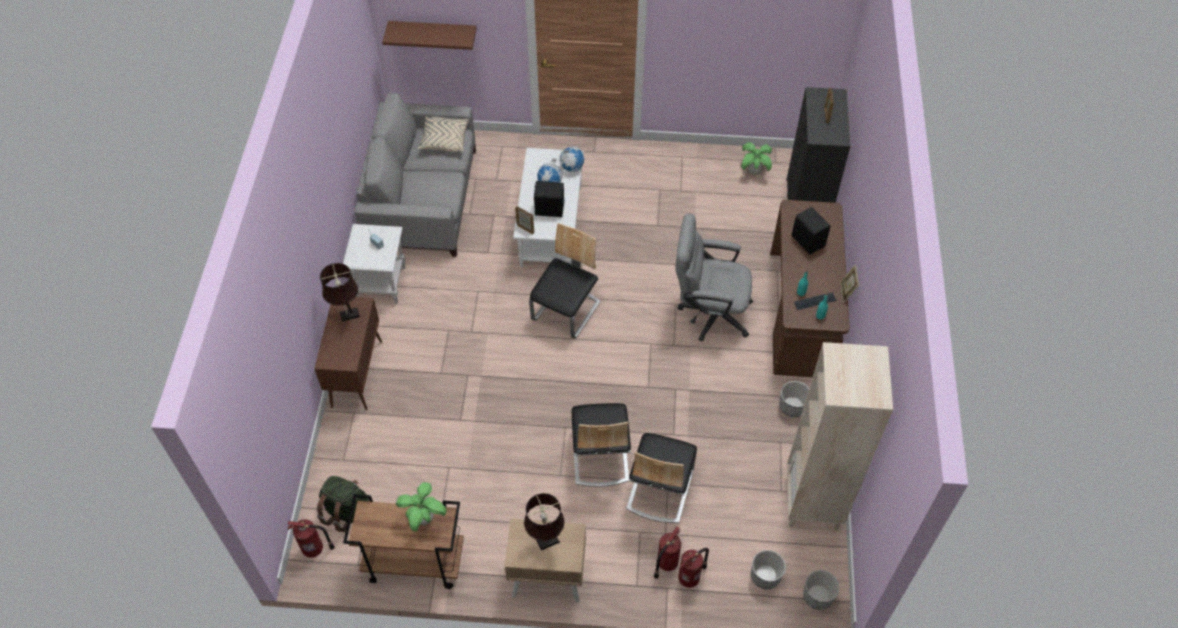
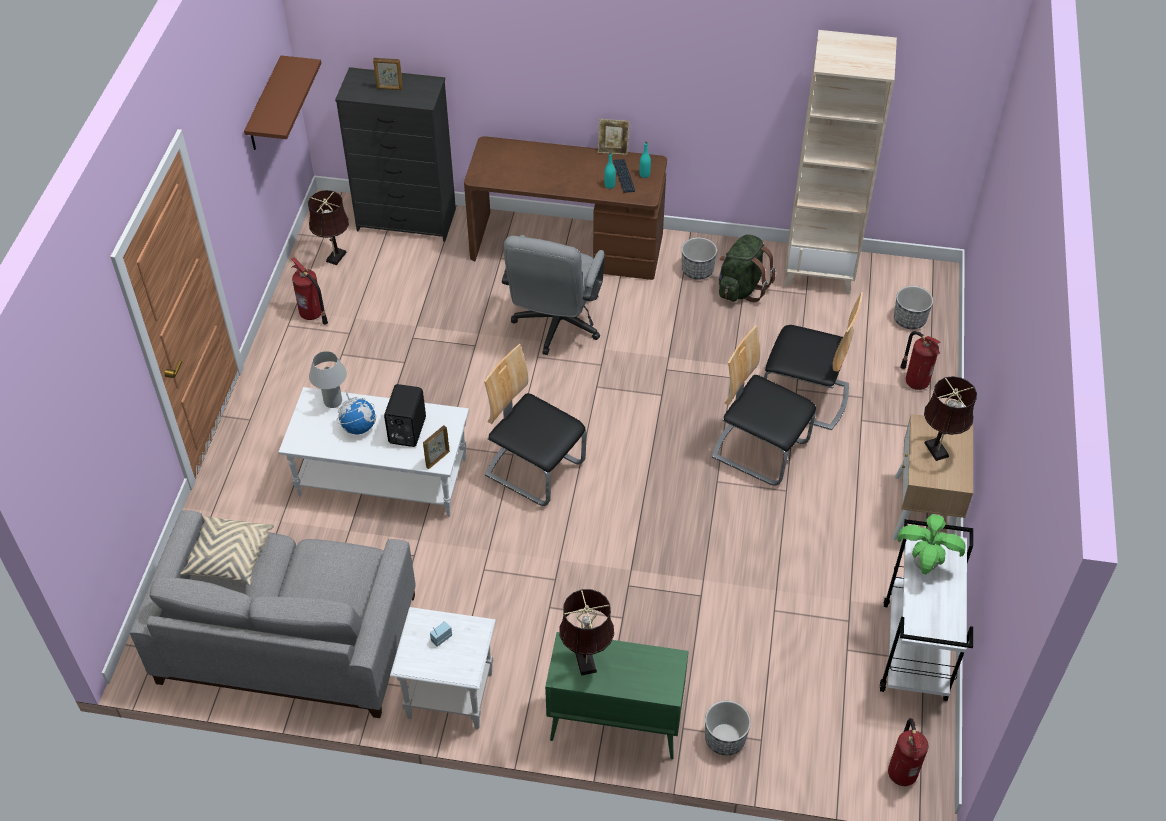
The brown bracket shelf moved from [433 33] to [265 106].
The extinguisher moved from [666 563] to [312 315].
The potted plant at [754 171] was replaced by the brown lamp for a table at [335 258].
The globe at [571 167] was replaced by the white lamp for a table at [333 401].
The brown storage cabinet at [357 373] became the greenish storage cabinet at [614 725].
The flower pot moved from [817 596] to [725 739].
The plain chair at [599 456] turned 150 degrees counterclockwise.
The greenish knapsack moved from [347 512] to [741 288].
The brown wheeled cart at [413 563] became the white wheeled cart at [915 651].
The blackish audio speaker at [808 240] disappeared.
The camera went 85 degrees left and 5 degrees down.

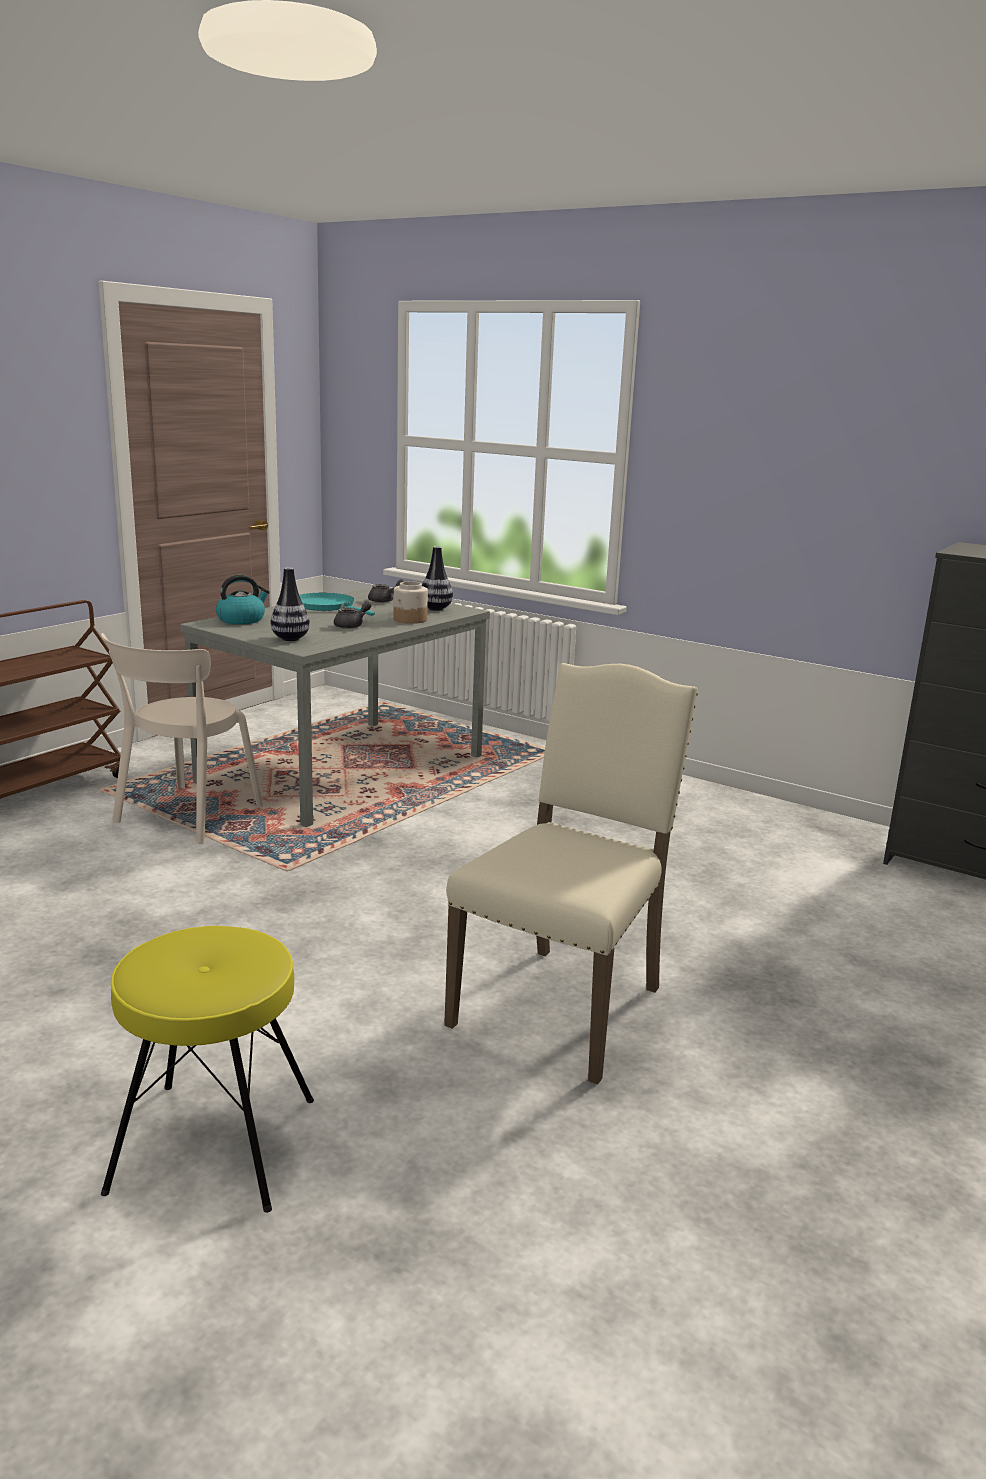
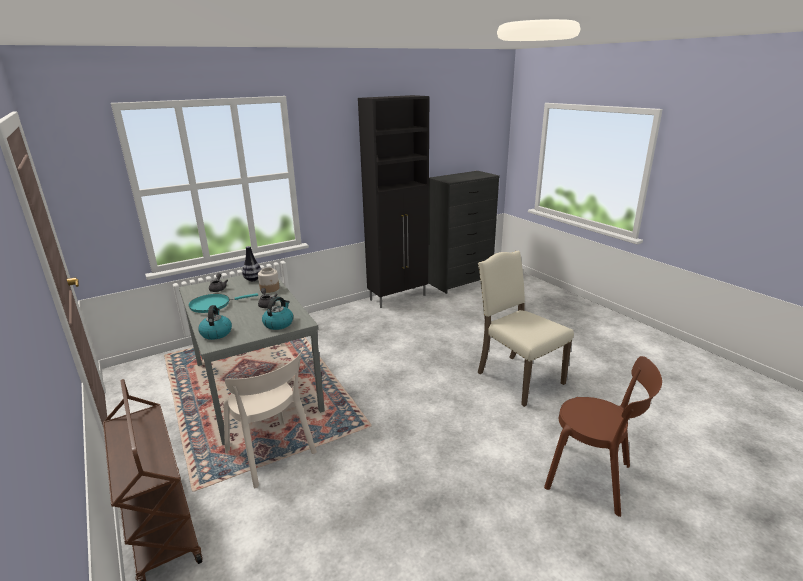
The flower vase at [290 639] was replaced by the water kettle at [278 323].
The blackish storage cabinet at [398 297] appeared.
The yellow stool at [212 1145] was replaced by the brown plain chair at [593 478].
The camera went 65 degrees left and 5 degrees up.

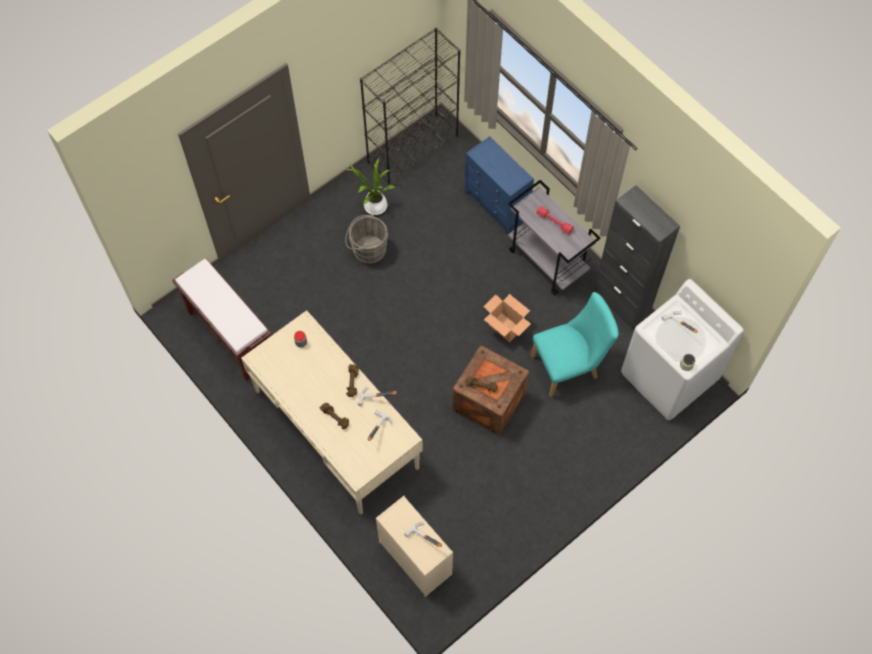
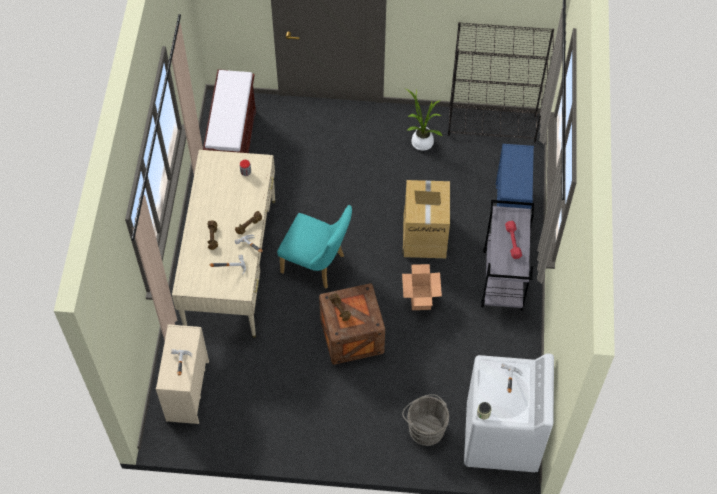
The turquoise plain chair moved from [569 366] to [317 265].
The gray water bucket moved from [367 249] to [425 428].
The cardboard box at [425 234] appeared.
The blackish storage cabinet at [621 302] disappeared.
The camera went 45 degrees right and 5 degrees down.

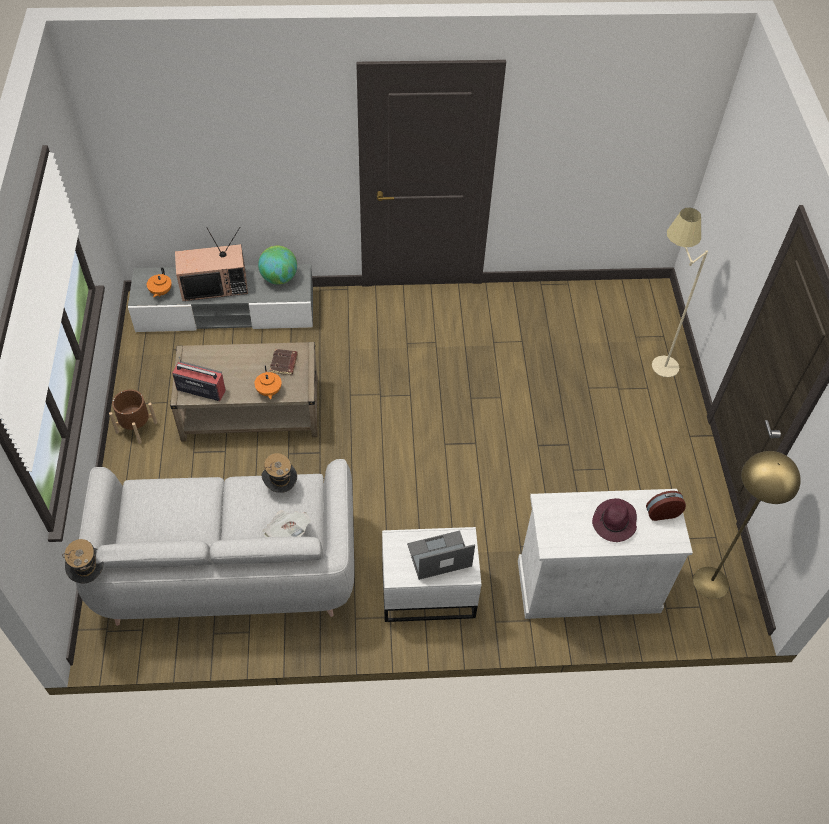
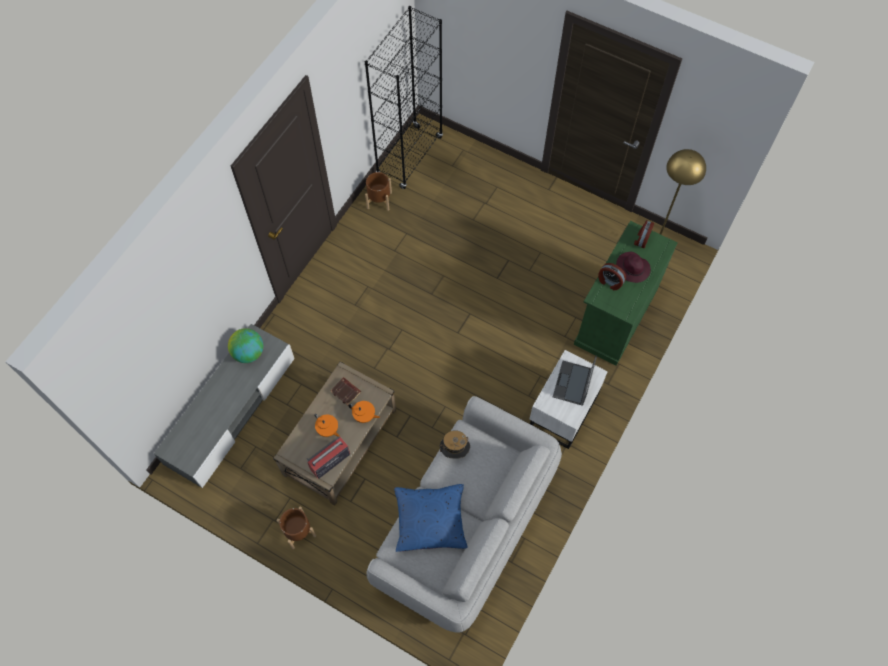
The orangey pot for tea moved from [160 292] to [328 429].
The blackish bookshelf at [410 157] appeared.
The brown flower pot at [379 200] appeared.
The bluish throw pillow at [430 520] appeared.
The white storage cabinet at [588 585] became the greenish storage cabinet at [615 316].
The table clock at [609 282] appeared.
The wearable hat at [89 574] disappeared.
The TV at [215 285] disappeared.
The newspaper at [287 532] disappeared.
The sand-coloured floor lamp at [653 361] disappeared.
The camera went 55 degrees left and 10 degrees up.

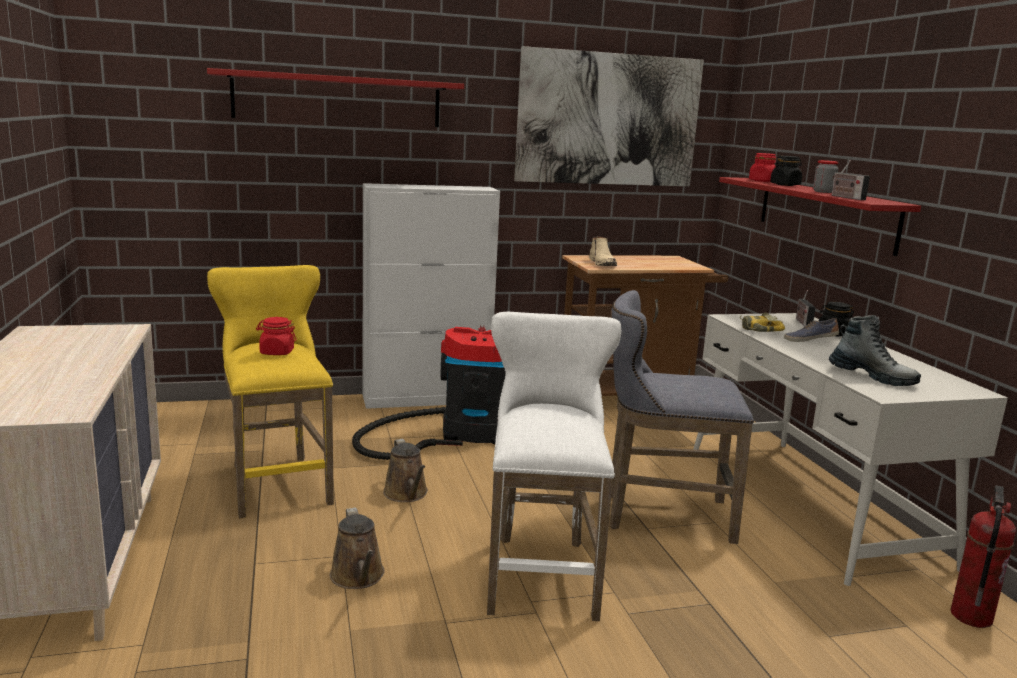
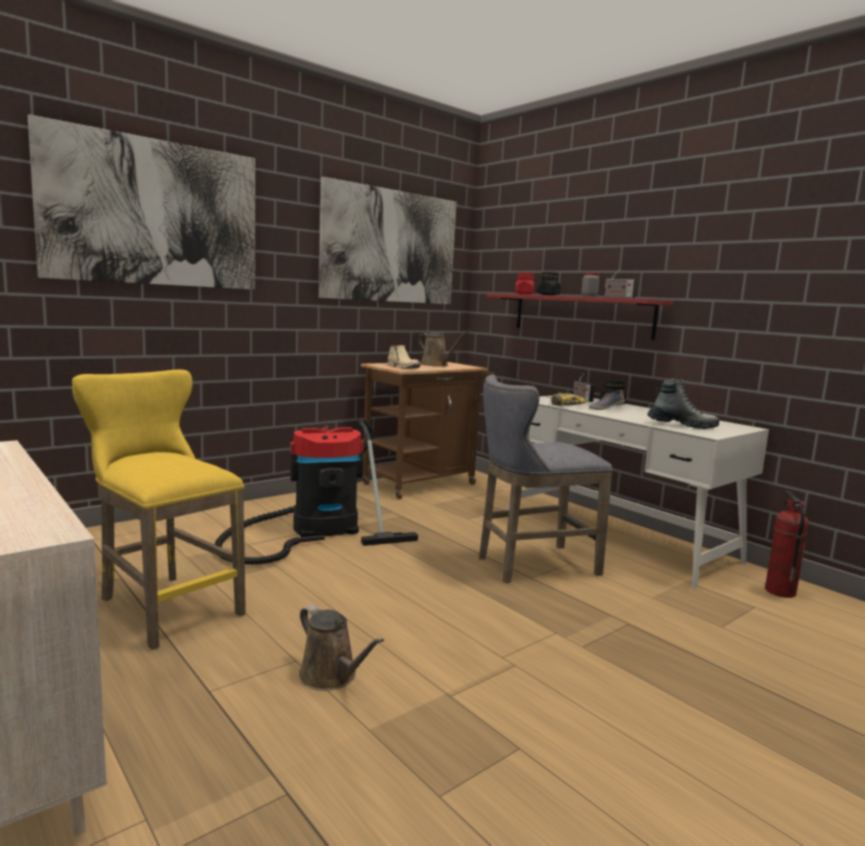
The red bracket shelf at [338 100] was replaced by the wall picture at [154 213].
The brown watering can moved from [407 494] to [436 365].
The red preserve jar at [276 352] disappeared.
The white storage cabinet at [427 399] disappeared.
The white stool at [542 571] disappeared.
The camera went 25 degrees left and 5 degrees down.

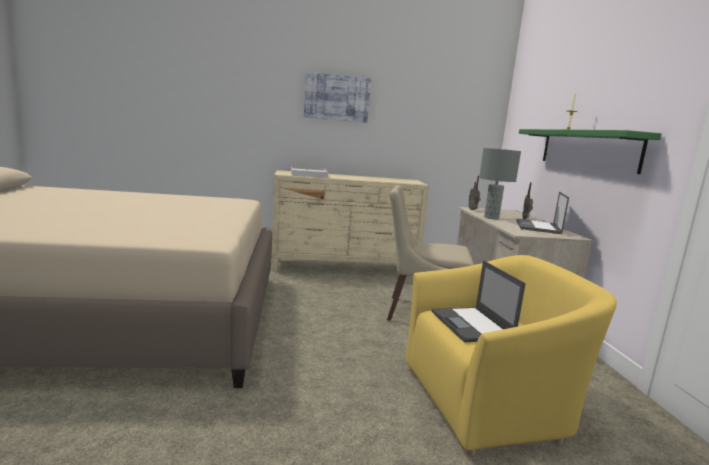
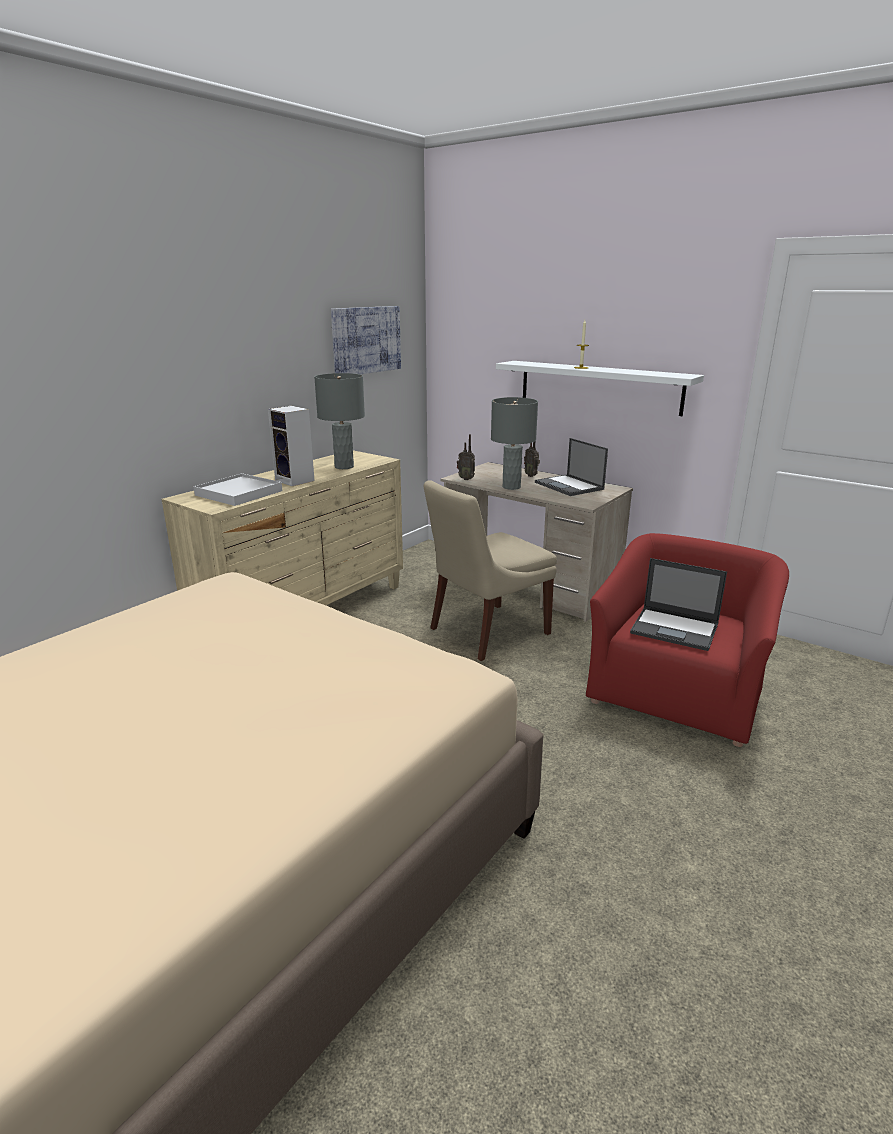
The audio speaker at [296 481] appeared.
The gray lamp for a table at [344 467] appeared.
The wall picture moved from [337 97] to [366 340].
The greenish bracket shelf at [587 149] became the white bracket shelf at [599 387].
The yellow lounge chair at [488 401] became the red lounge chair at [676 692].
The camera went 45 degrees left and 10 degrees up.

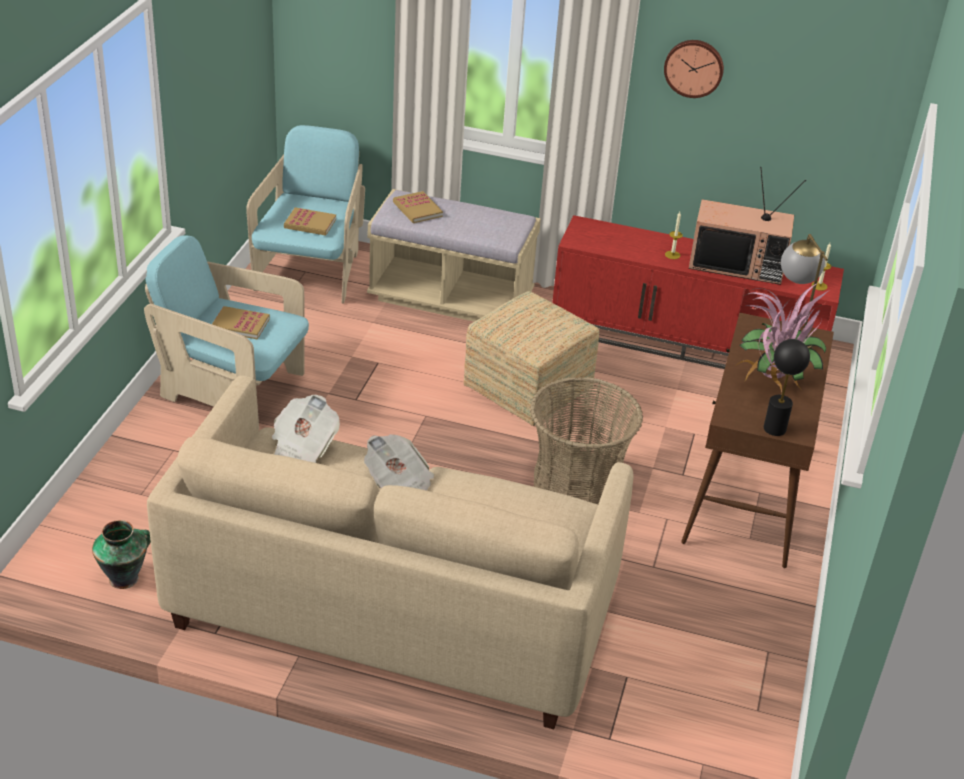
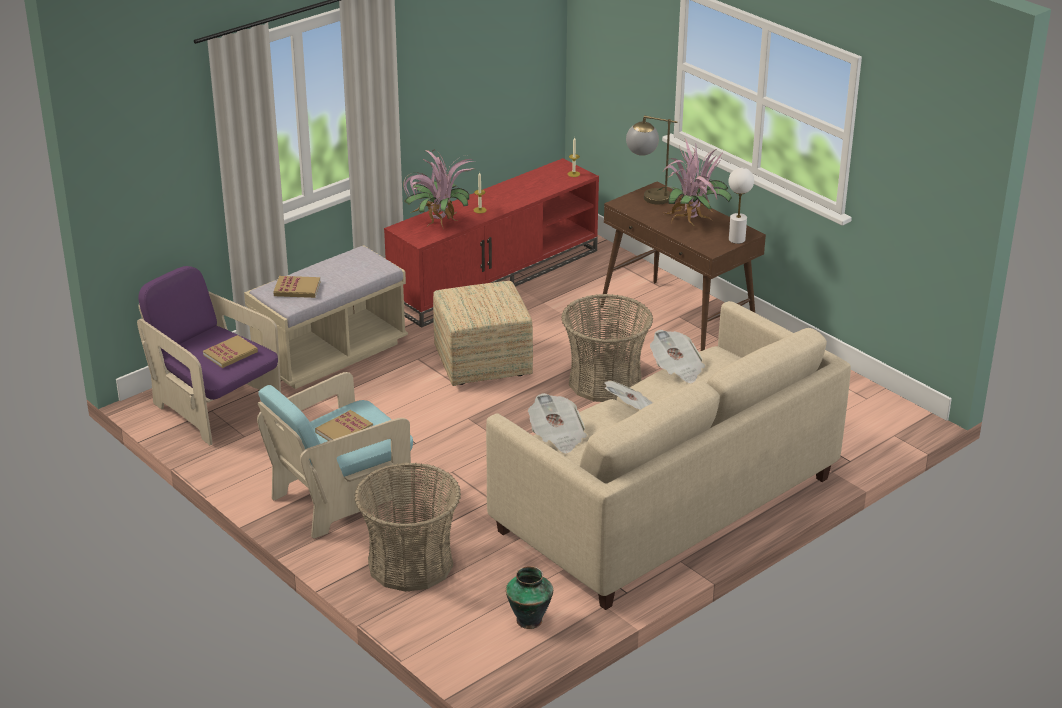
The turquoise lounge chair at [311 271] became the purple-coloured lounge chair at [215 408].
The basket at [410 564] appeared.
The potted plant at [438 224] appeared.
The newspaper at [677 369] appeared.
The blackish lamp for a table at [774 428] became the white lamp for a table at [736 239].
The wall clock at [694 67] disappeared.
The TV at [738 264] disappeared.
The camera went 55 degrees left and 5 degrees down.

